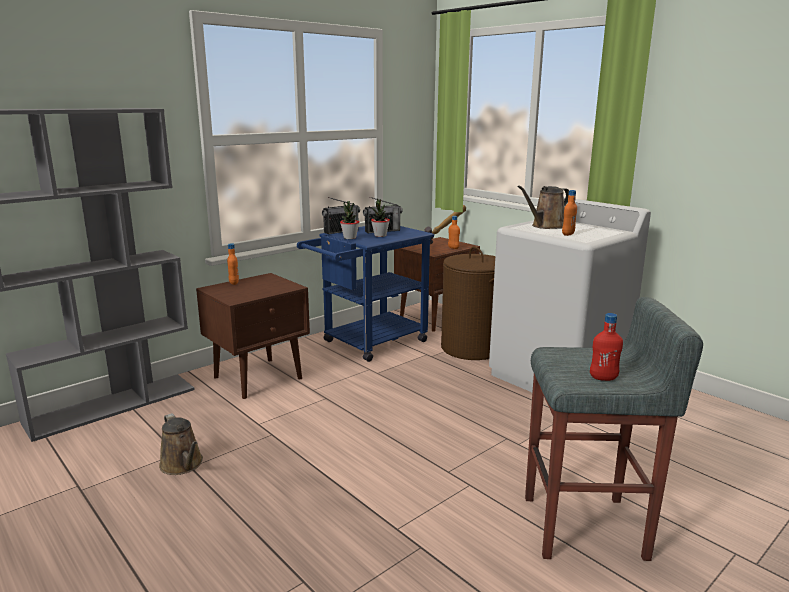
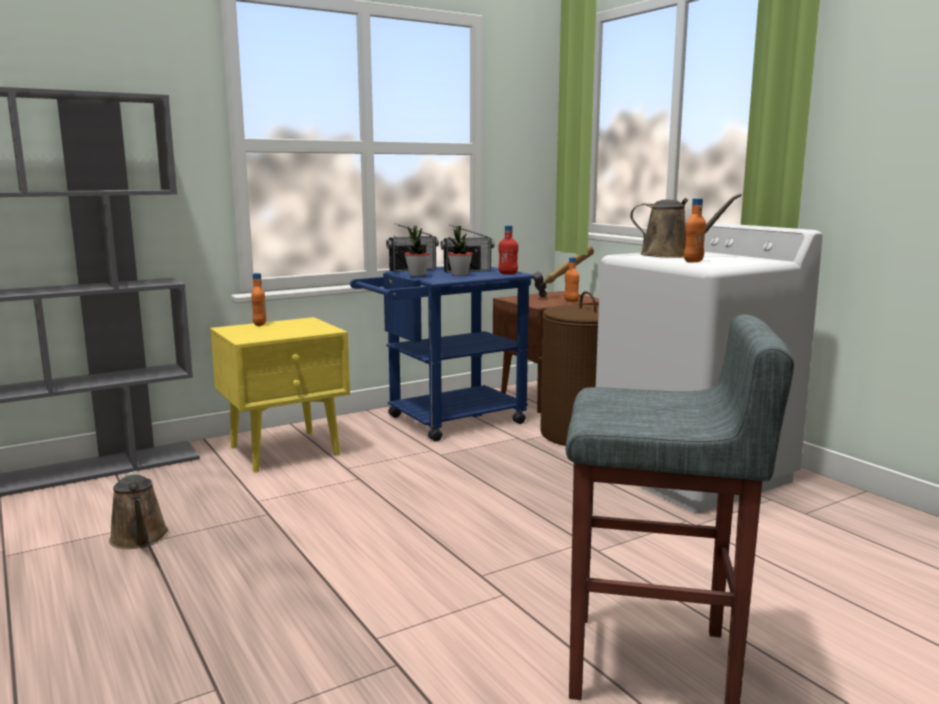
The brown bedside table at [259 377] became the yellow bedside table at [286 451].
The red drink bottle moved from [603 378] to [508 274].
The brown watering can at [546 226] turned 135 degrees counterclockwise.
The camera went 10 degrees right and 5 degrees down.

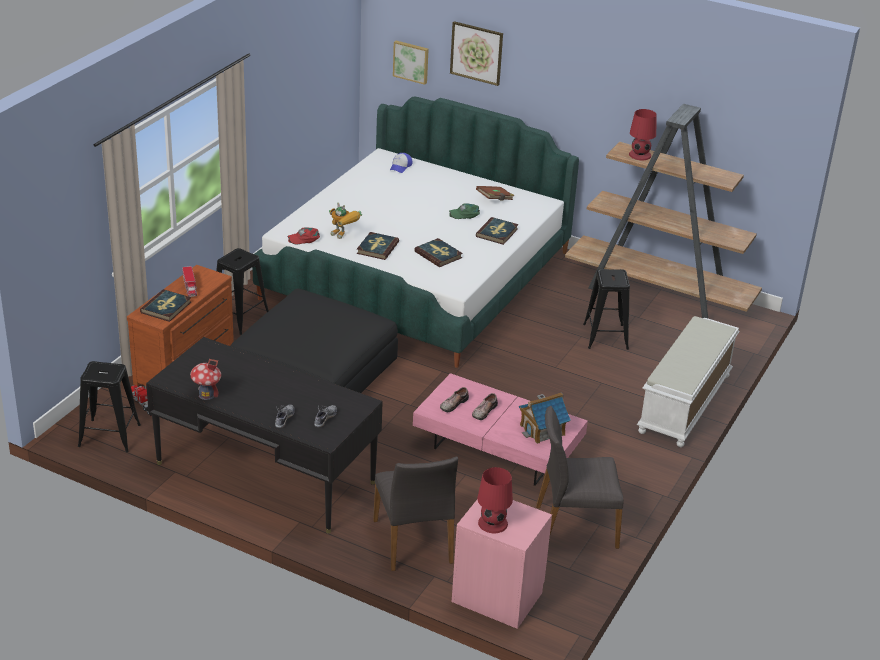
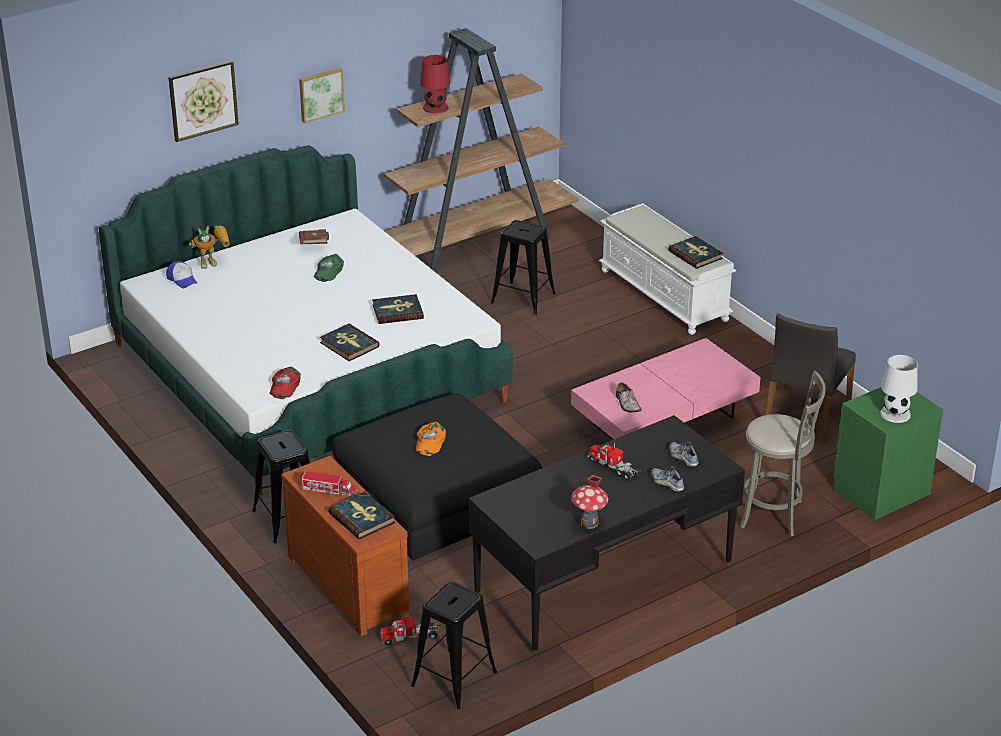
The model robot moved from [344 236] to [214 262].
The wall picture moved from [411 61] to [320 94].
The orangey cap at [429 442] appeared.
The model truck at [614 467] appeared.
The bound book moved from [497 233] to [695 255].
The gray plain chair at [414 542] was replaced by the gray stool at [775 515].
The pink bedside table at [498 596] became the greenish bedside table at [880 491].
The red lamp for a table at [493 523] became the white lamp for a table at [895 414].
The low shoe at [483 411] disappeared.
The model house at [542 430] disappeared.
The camera went 60 degrees left and 0 degrees up.

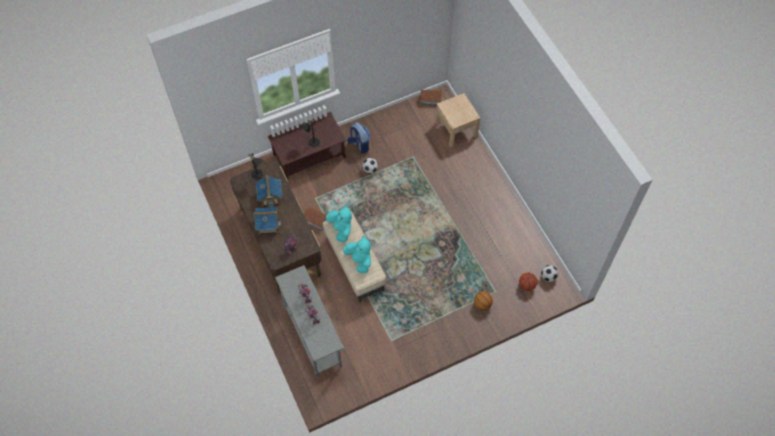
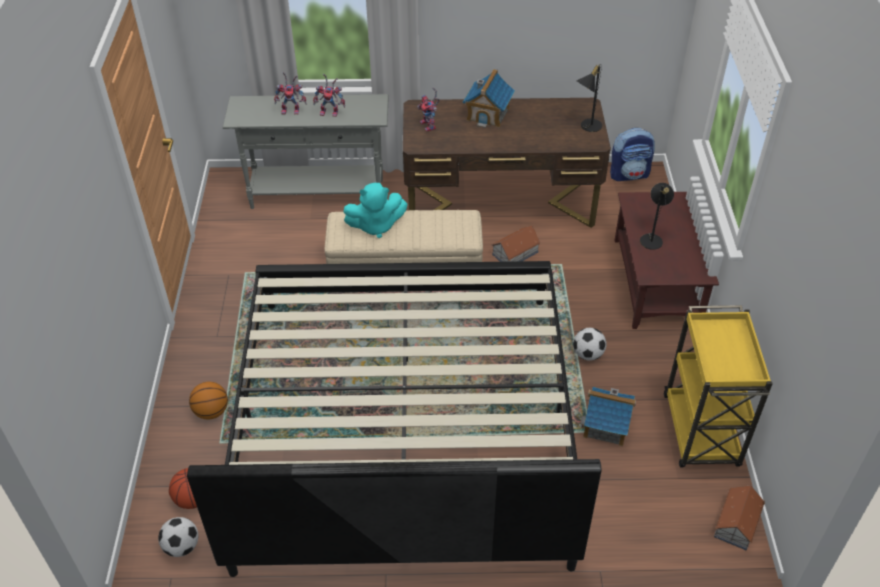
The bed at [403 423] appeared.
The model house moved from [270 196] to [606 426].
The knapsack moved from [359 145] to [629 174].
The yellow wheeled cart at [701 432] appeared.
The turquoise soft toy at [341 229] disappeared.
The sand-coloured bedside table at [456 129] disappeared.
The camera went 115 degrees right and 15 degrees down.

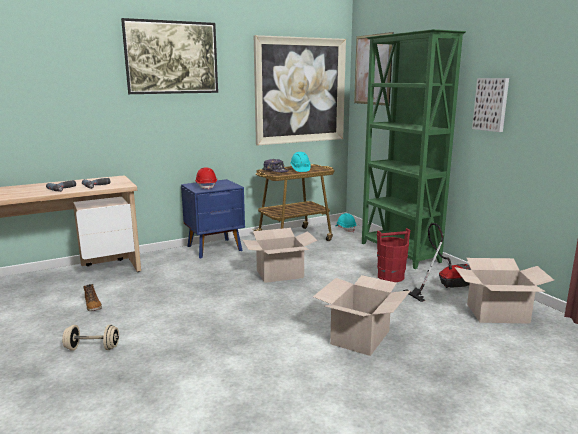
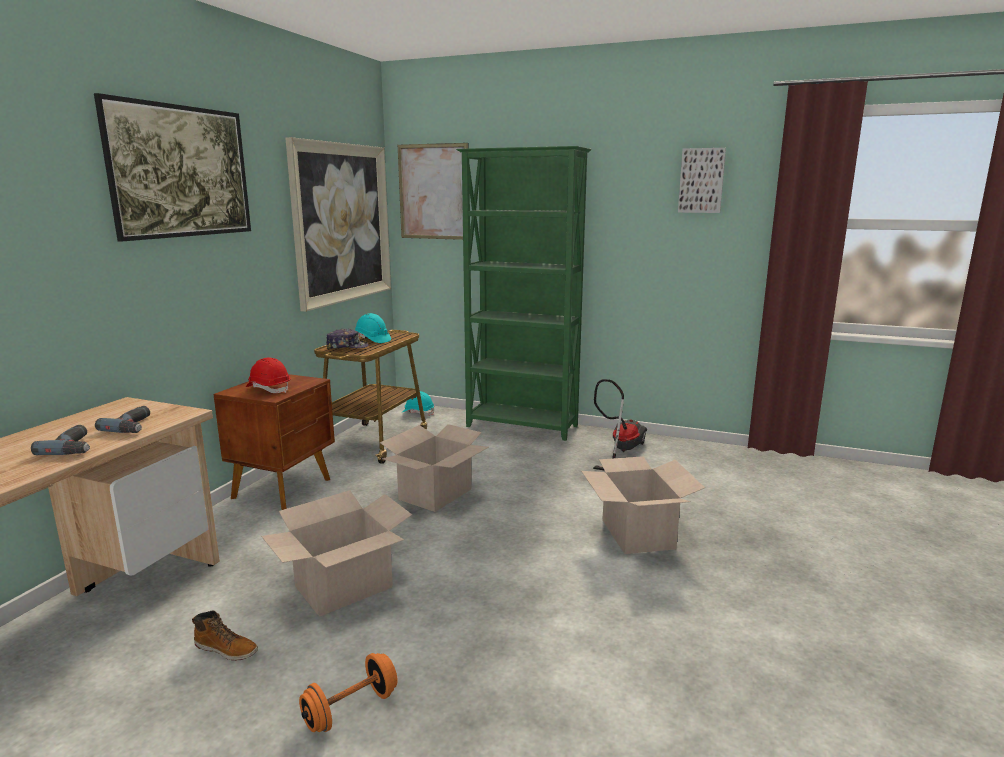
The bluish bedside table at [215 248] became the brown bedside table at [284 488].
The cardboard box moved from [497 313] to [343 586].
The sand-coloured hand weight at [92 348] became the orangey hand weight at [351 709].
The wall picture moved from [491 104] to [701 180].
The red water bucket at [391 277] disappeared.
The camera went 40 degrees left and 0 degrees up.

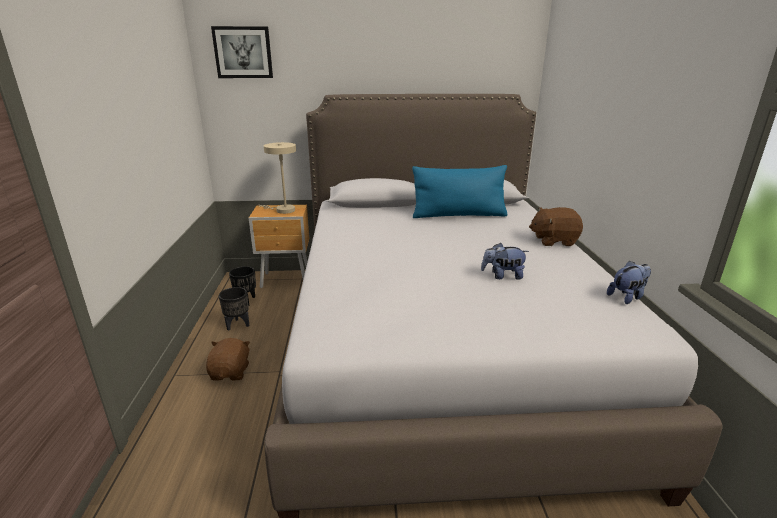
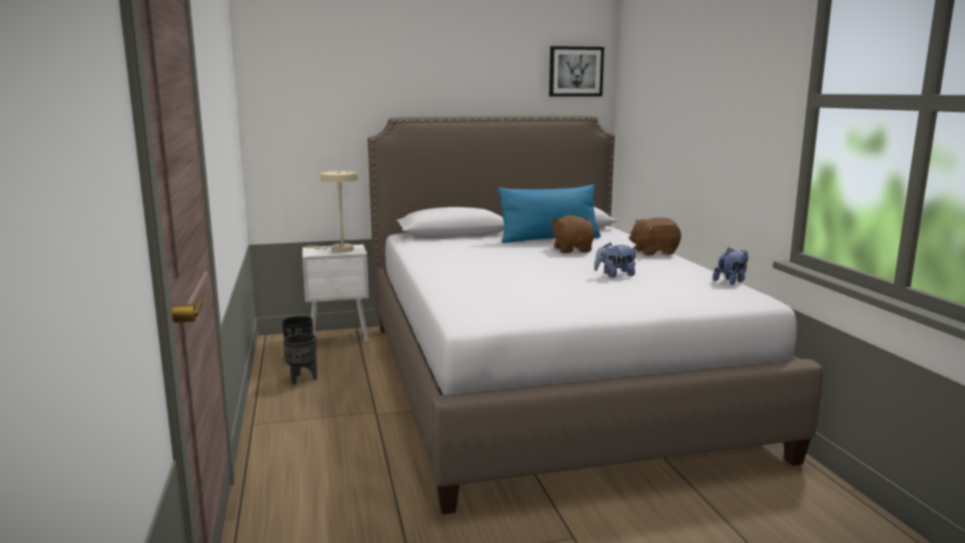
The brown bedside table at [287 280] became the white bedside table at [340 338].
The wall picture moved from [243 52] to [575 71].
The brown soft toy moved from [231 372] to [573 250].
The camera went 10 degrees left and 10 degrees down.

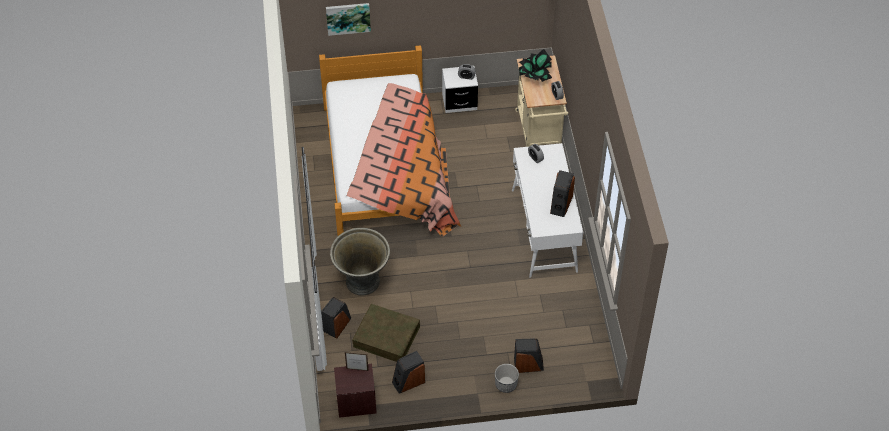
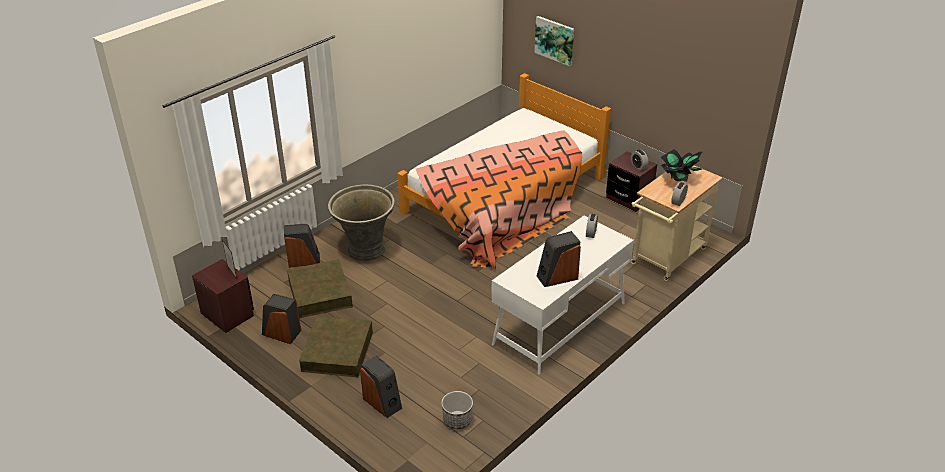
The brown storage box at [337 351] appeared.
The flower pot moved from [506 384] to [457 420].
The white bedside table at [459 102] became the brown bedside table at [629 199].
The camera went 50 degrees right and 15 degrees down.

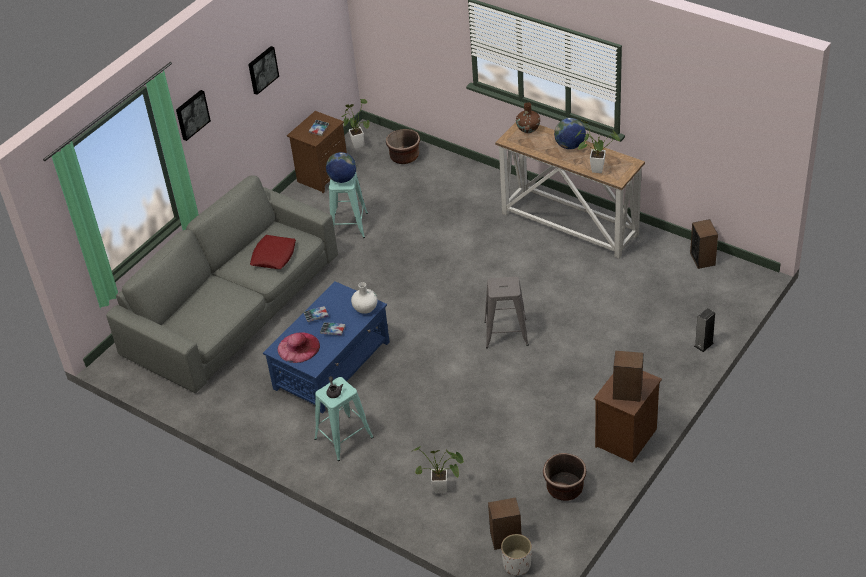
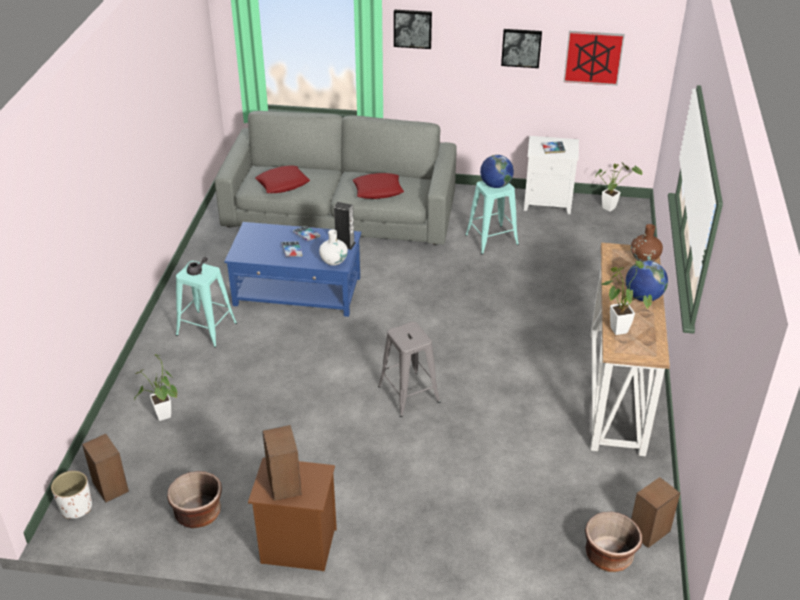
The red throw pillow at [282 184] appeared.
The audio speaker moved from [703 344] to [345 244].
The brown bedside table at [322 175] became the white bedside table at [548 202].
The wall picture at [593 57] appeared.
The brown flower pot moved from [404 157] to [608 556].
The pink wearable hat at [298 347] disappeared.
The camera went 60 degrees right and 5 degrees down.

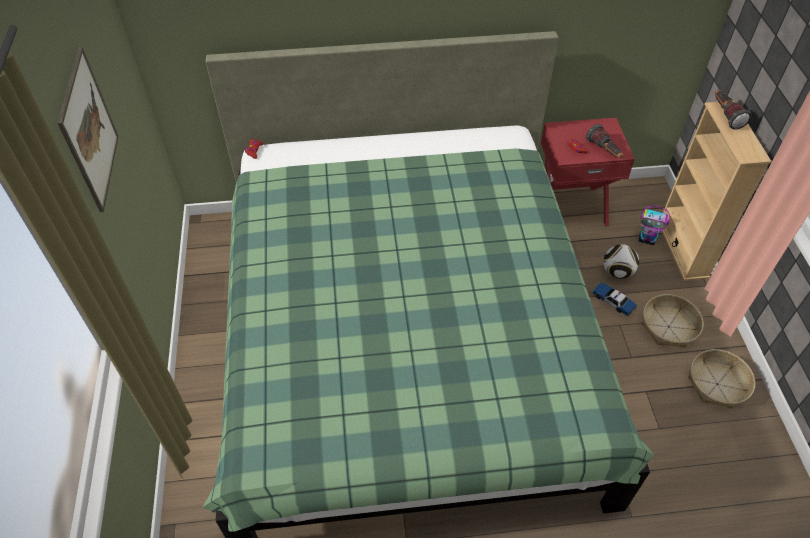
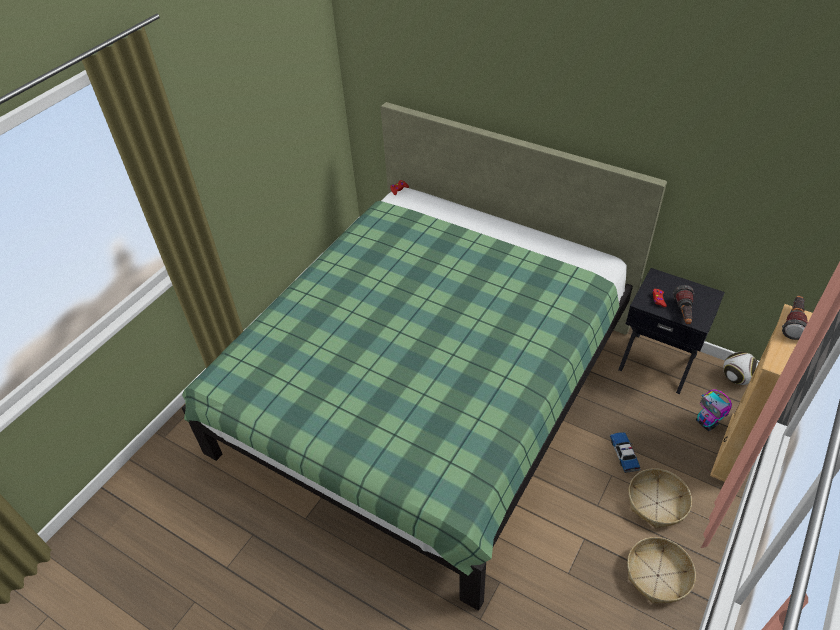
The red bedside table at [571 207] became the blackish bedside table at [658 361].
The football ball moved from [616 272] to [736 378].
The wall picture at [89 130] disappeared.
The camera went 40 degrees right and 5 degrees down.

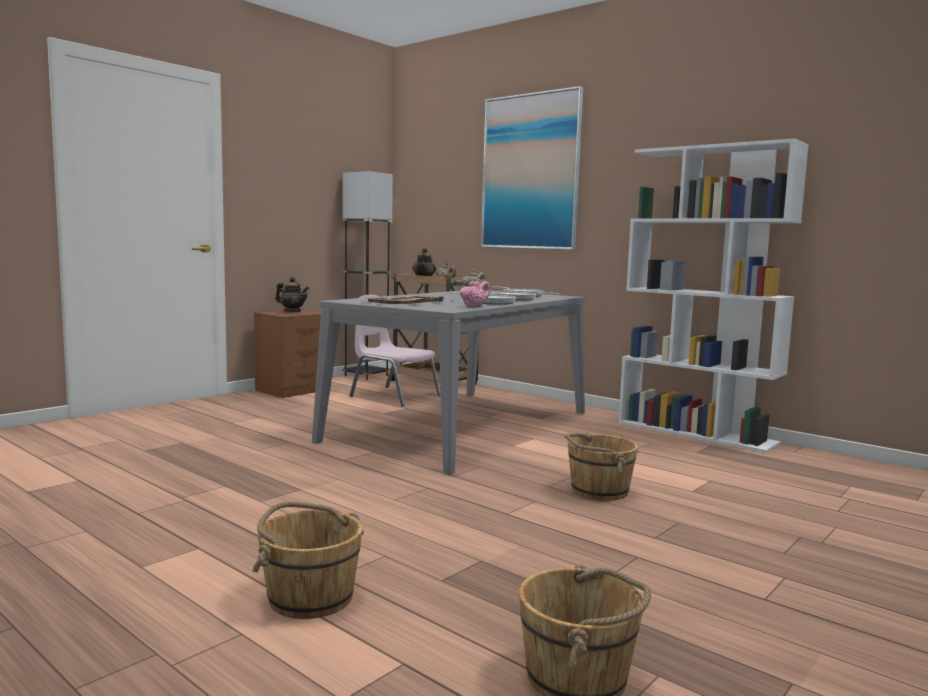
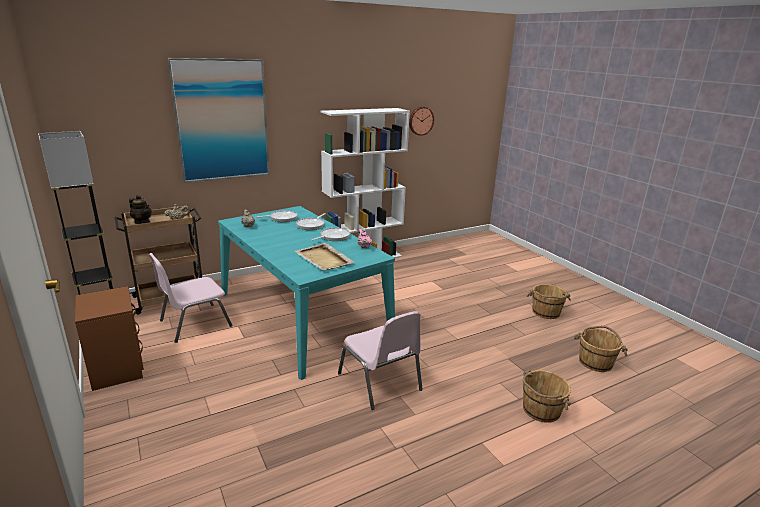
The gray dining table at [461 426] became the turquoise dining table at [302 316].
The pink plain chair at [380 382] appeared.
The wall clock at [420 120] appeared.
The brown water bucket moved from [598 491] to [546 312].
The pot for tea at [292 312] disappeared.
The camera went 70 degrees left and 15 degrees up.

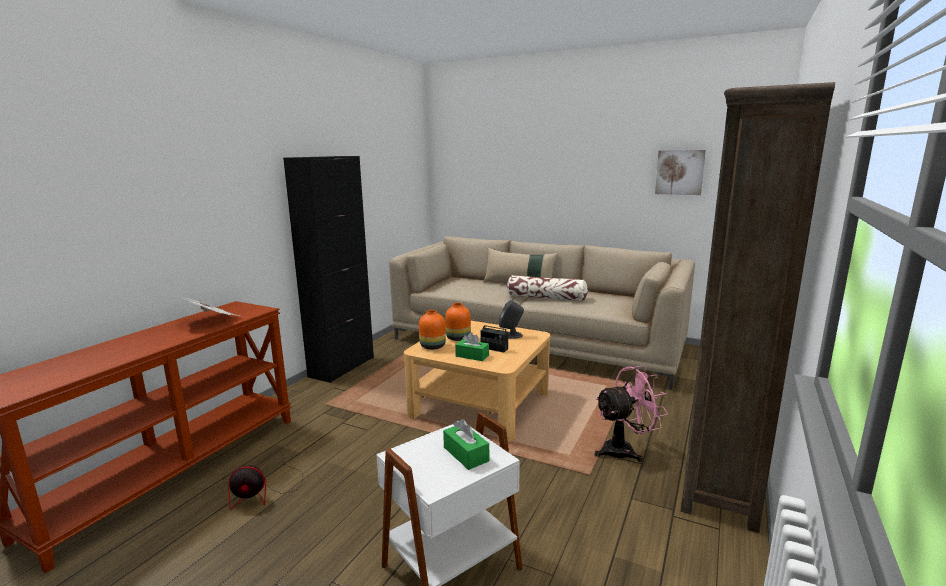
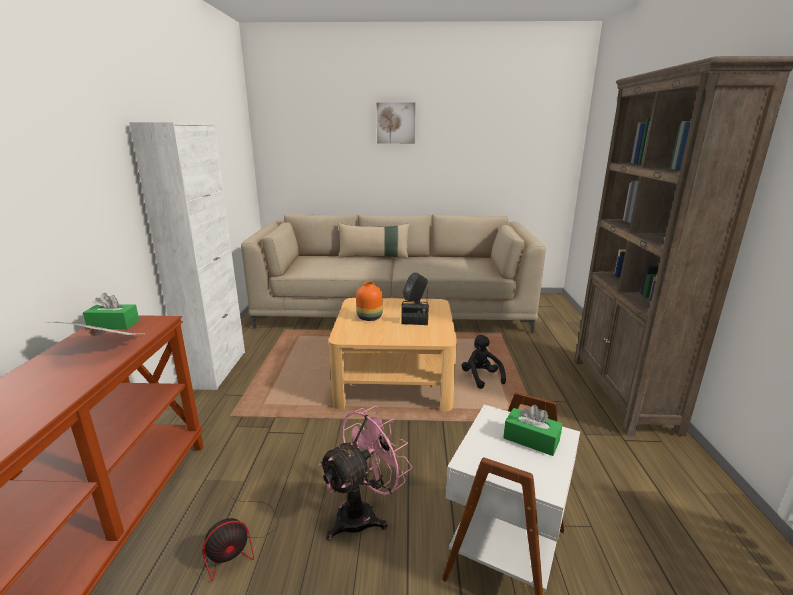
The greenish tissue holder moved from [472 356] to [113 324].
The blackish storage cabinet at [342 367] became the white storage cabinet at [216 369].
The pink cooling fan moved from [624 450] to [363 513].
The wall picture moved from [679 172] to [396 123].
The blackish soft toy at [481 377] appeared.
The orangey flower vase at [432 346] disappeared.
The throw pillow at [546 298] disappeared.
The camera went 25 degrees left and 5 degrees up.

